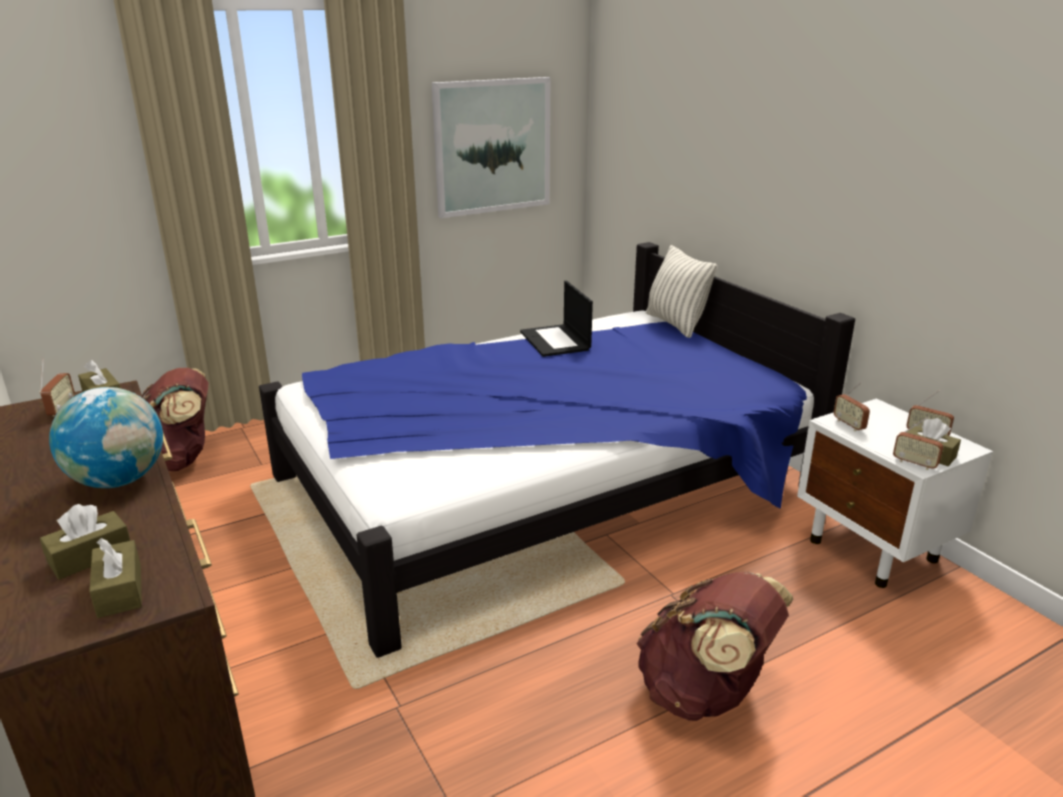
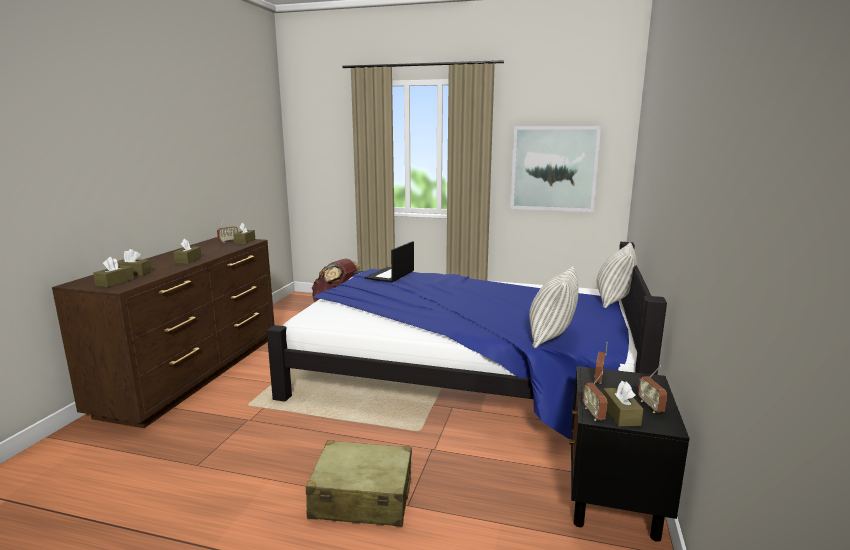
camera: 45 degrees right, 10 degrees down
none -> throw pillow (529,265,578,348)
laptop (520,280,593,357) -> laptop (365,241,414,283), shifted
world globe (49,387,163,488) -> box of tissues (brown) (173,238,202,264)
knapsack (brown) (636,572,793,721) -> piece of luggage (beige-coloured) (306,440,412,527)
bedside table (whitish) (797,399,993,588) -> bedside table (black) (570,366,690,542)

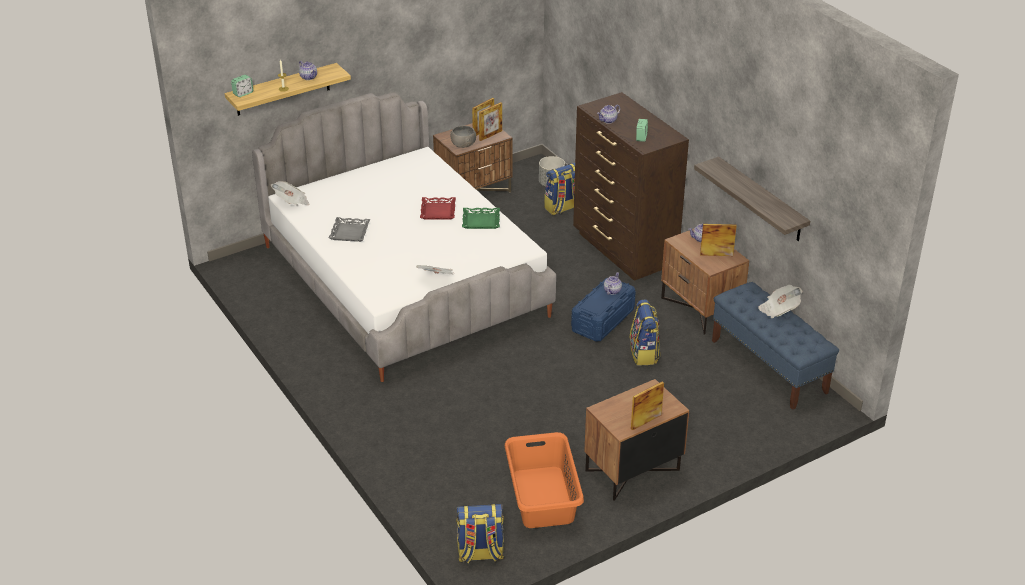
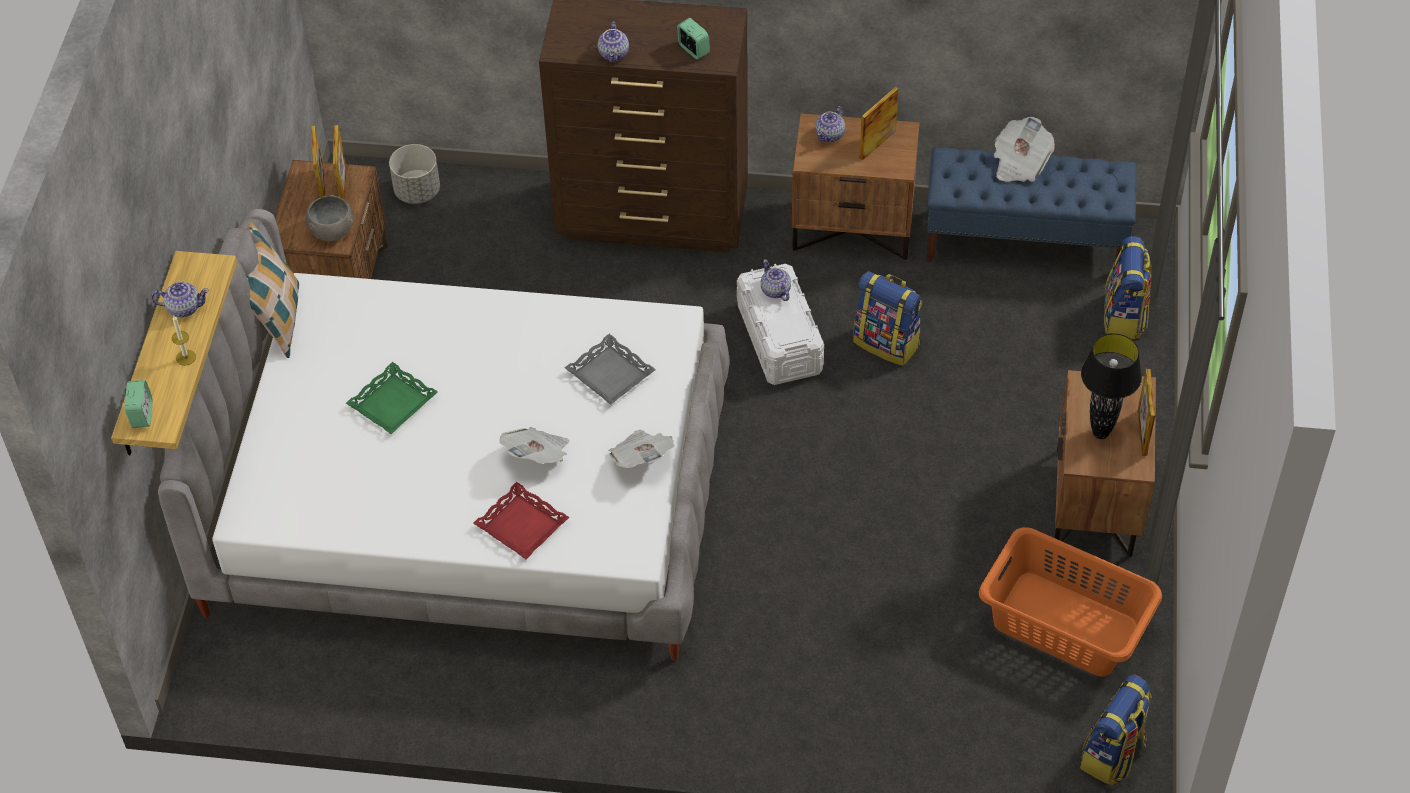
camera: 50 degrees left, 15 degrees up
shelf (694,156,810,241) -> none
none -> throw pillow (246,222,299,358)
none -> tabletop lamp (black) (1081,333,1142,439)
newspaper (271,181,310,205) -> newspaper (500,427,569,464), shifted
serving tray (greyish) (329,217,370,242) -> serving tray (greyish) (564,334,656,405), shifted
serving tray (red-coloured) (420,197,456,220) -> serving tray (red-coloured) (473,482,569,559), shifted
serving tray (green) (462,208,500,229) -> serving tray (green) (346,362,438,434), shifted
knapsack (544,163,575,215) -> knapsack (1104,236,1152,339), shifted
storage bin (bluish) (571,278,636,342) -> storage bin (whitish) (737,264,824,385)

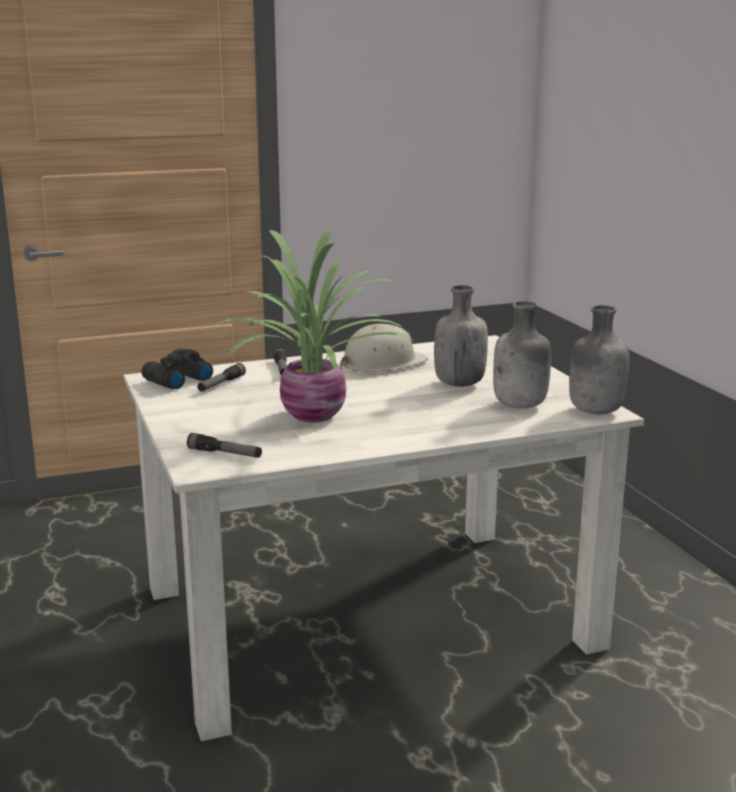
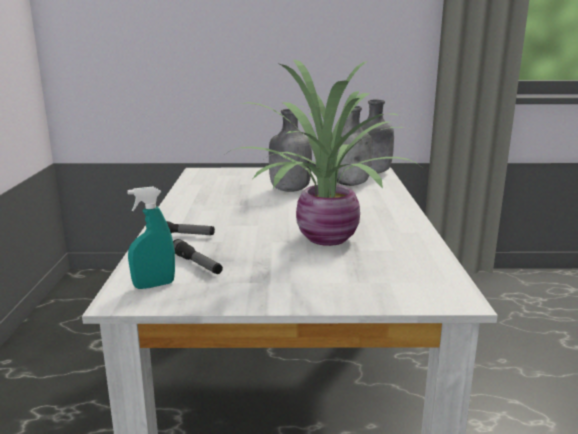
camera: 70 degrees left, 0 degrees up
flashlight (187,433,262,458) -> none
hard hat (whitish) (340,324,428,372) -> none
pair of binoculars (black) (141,349,213,389) -> hand sprayer (turquoise-coloured) (127,187,175,289)

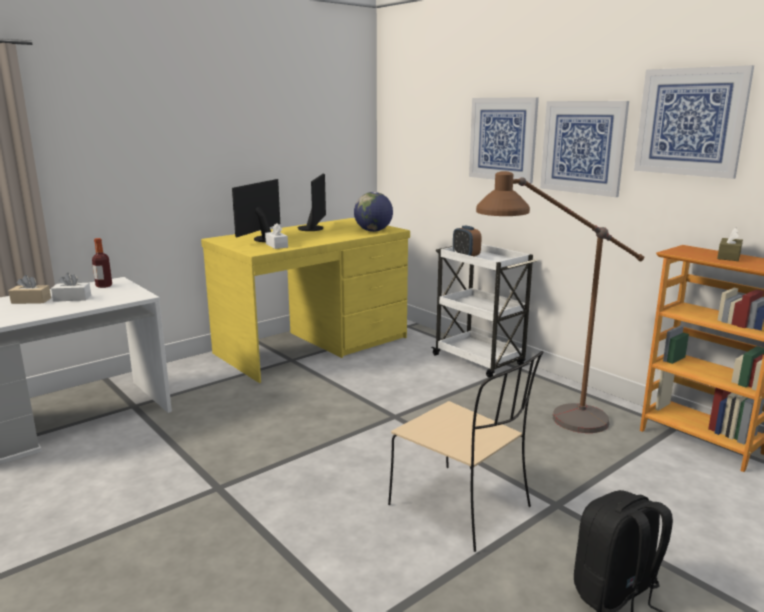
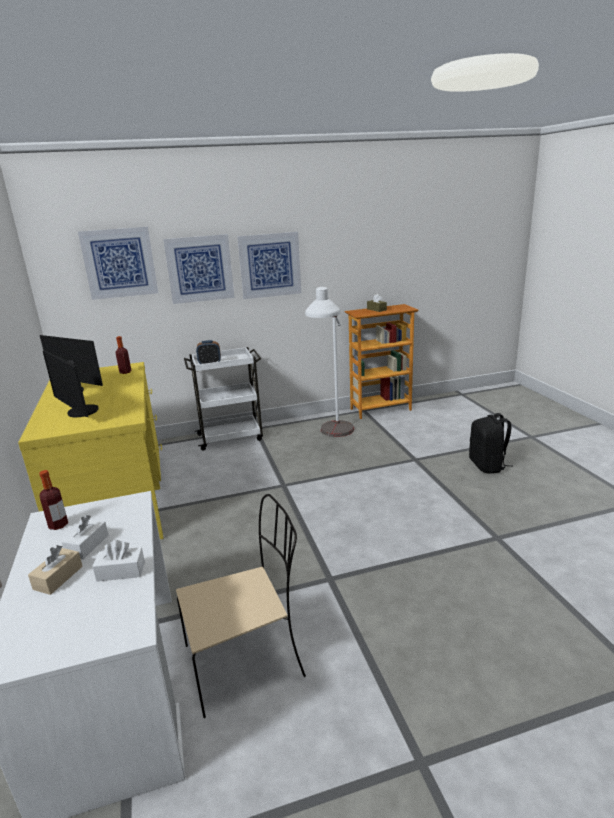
camera: 65 degrees left, 5 degrees up
box of tissues (whitish) (265,223,288,249) -> box of tissues (whitish) (92,540,145,582), shifted
plain chair (beige-coloured) (388,351,543,552) -> plain chair (beige-coloured) (176,494,306,718), shifted
wall art (634,65,754,179) -> wall art (78,227,158,300), shifted
world globe (354,192,393,232) -> drink bottle (116,336,131,374)
floor lamp (brown) (476,171,644,433) -> floor lamp (whitish) (305,287,354,437)

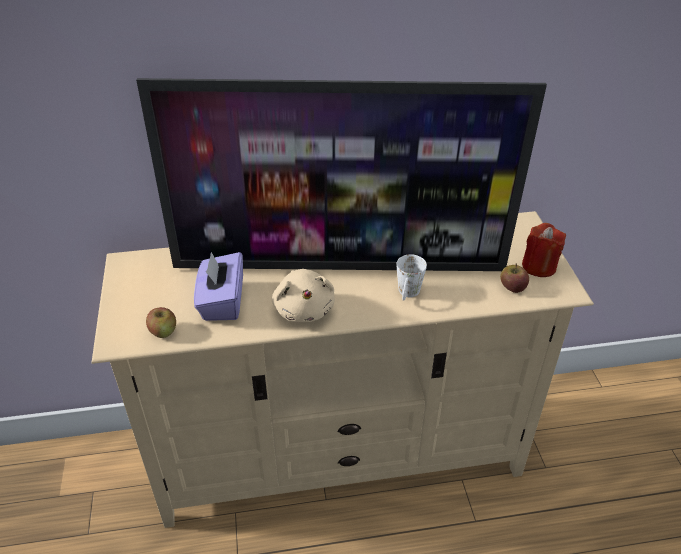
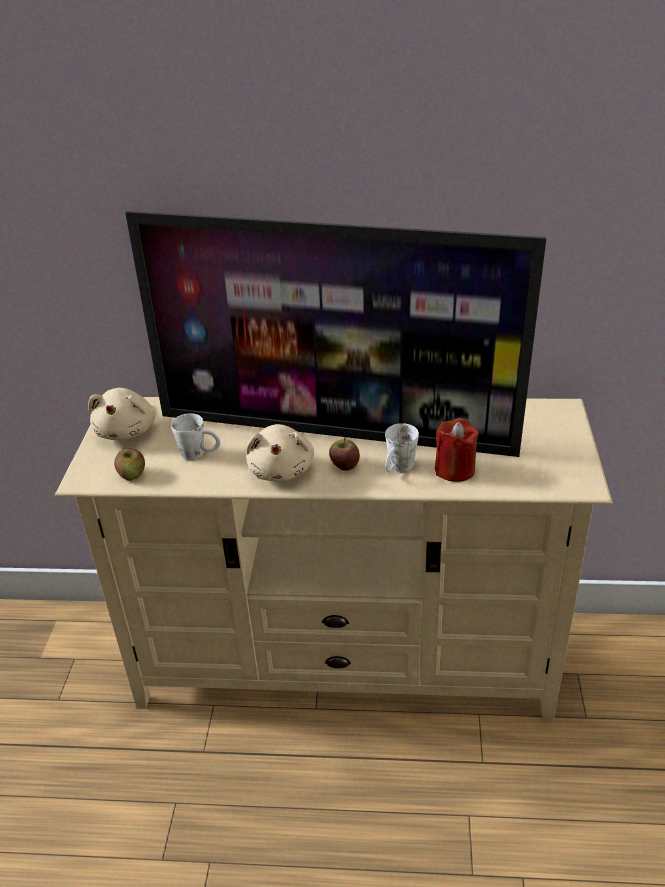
camera: 15 degrees right, 5 degrees down
none -> cuddly toy (beige-coloured) (88,388,156,441)
apple fruit (500,263,529,293) -> apple fruit (329,437,360,471), shifted
wax light (red-coloured) (522,223,566,277) -> wax light (red-coloured) (435,418,479,482), shifted
box of tissues (purple-coloured) (194,252,243,321) -> tea mug (whitish) (171,413,220,460)

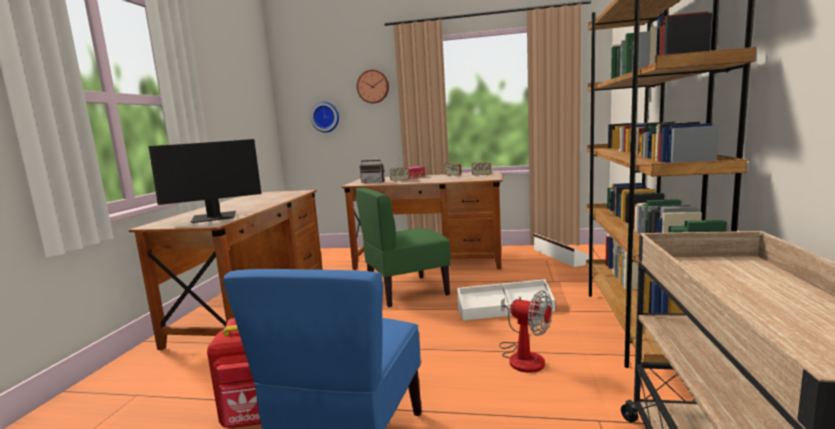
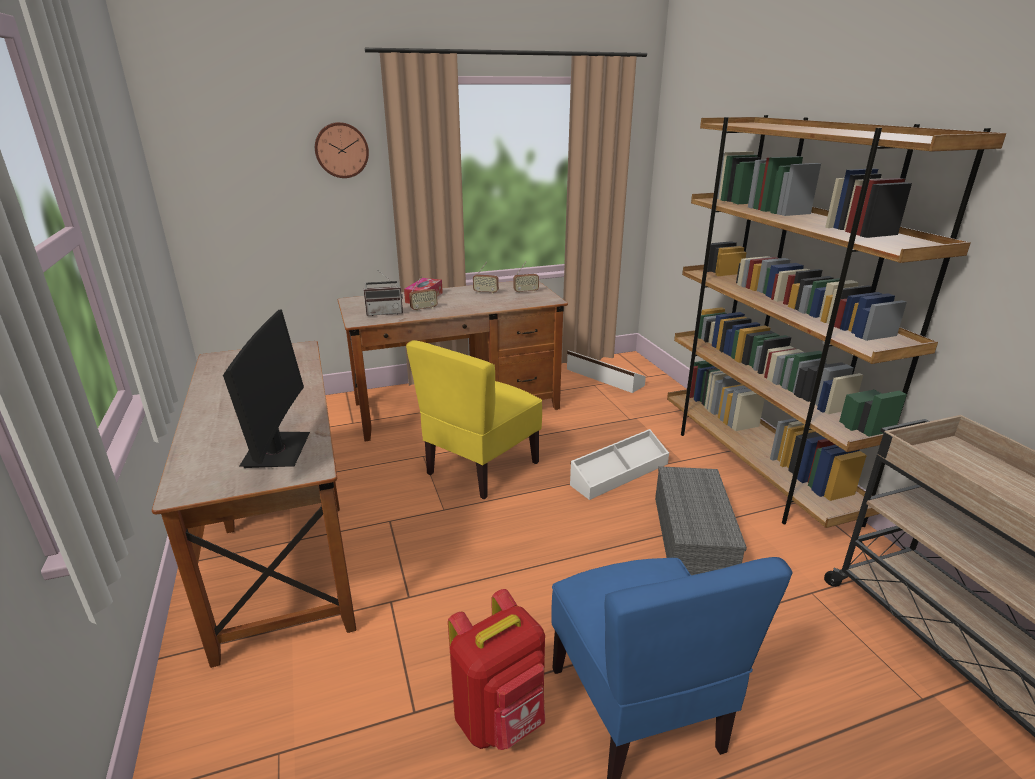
camera: 30 degrees left, 15 degrees up
clock on the wall (311,102,339,133) -> none
cooling fan (499,290,552,373) -> storage bin (greyish) (655,466,747,575)
plain chair (green) (355,188,450,308) -> plain chair (yellow) (406,340,542,499)
computer display (149,139,262,223) -> computer display (223,309,310,468), 45 degrees counterclockwise

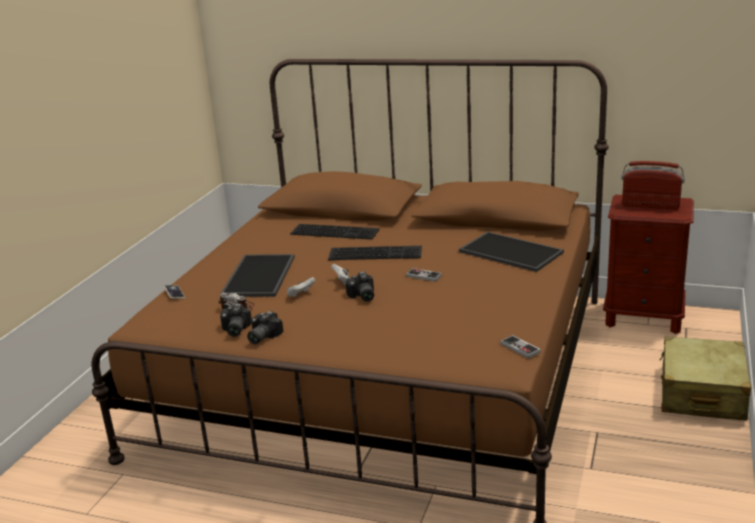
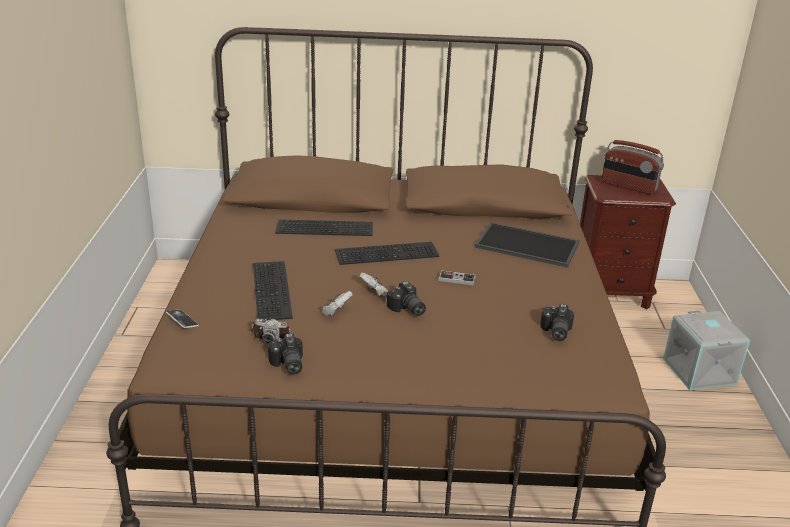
camera: 20 degrees left, 5 degrees up
game controller (500,335,541,359) -> none
still camera (247,311,284,344) -> still camera (540,304,574,341), shifted
serving tray (220,254,295,297) -> computer keyboard (253,261,293,321)
piece of luggage (beige-coloured) (660,336,751,421) -> storage bin (greyish) (663,311,750,390)
radio set (622,161,685,210) -> radio set (601,140,664,195), 150 degrees counterclockwise

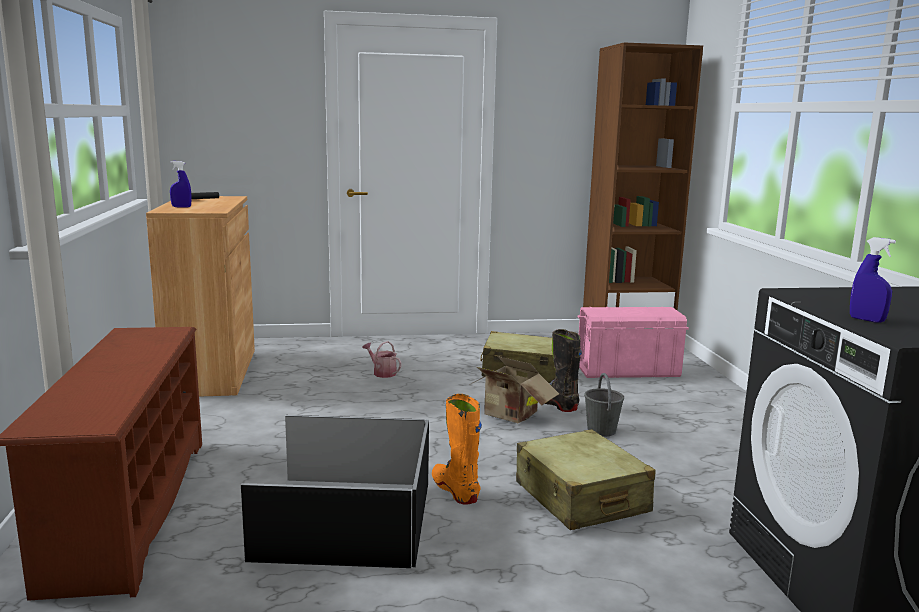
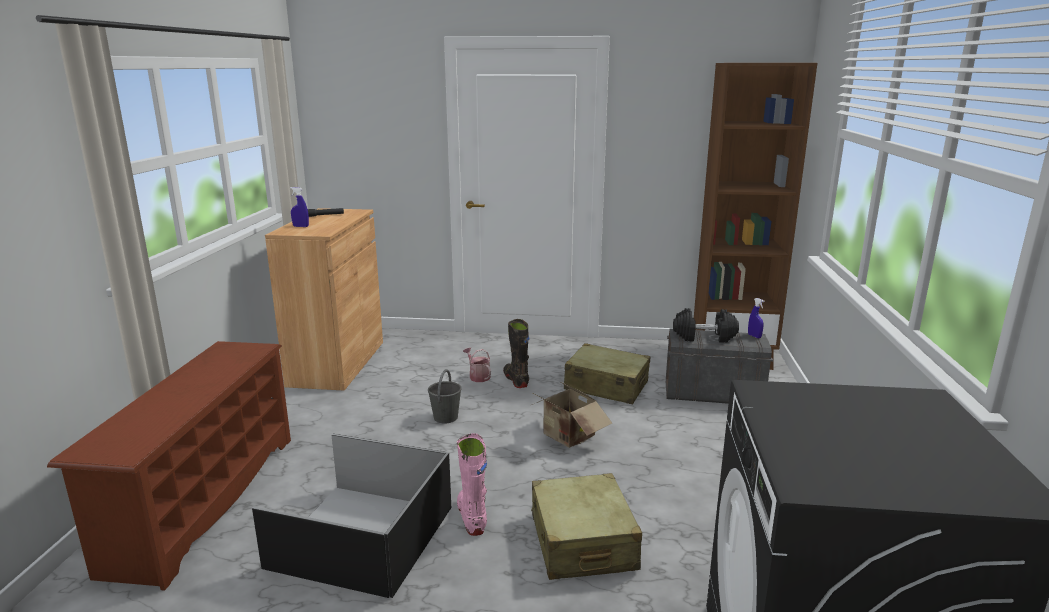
camera: 15 degrees right, 5 degrees up
none -> hand weight (black) (673,308,739,343)
high-top boot (black) (545,329,582,412) -> high-top boot (black) (503,319,530,388), shifted
pail (greyish) (584,373,624,437) -> pail (greyish) (428,369,462,424), shifted
hand sprayer (bluish) (850,237,896,323) -> hand sprayer (bluish) (748,298,765,338), shifted
high-top boot (orangey) (432,394,482,505) -> high-top boot (pinkish) (457,433,487,536)
storage bin (pinkish) (578,307,689,378) -> storage bin (greyish) (666,328,773,404)

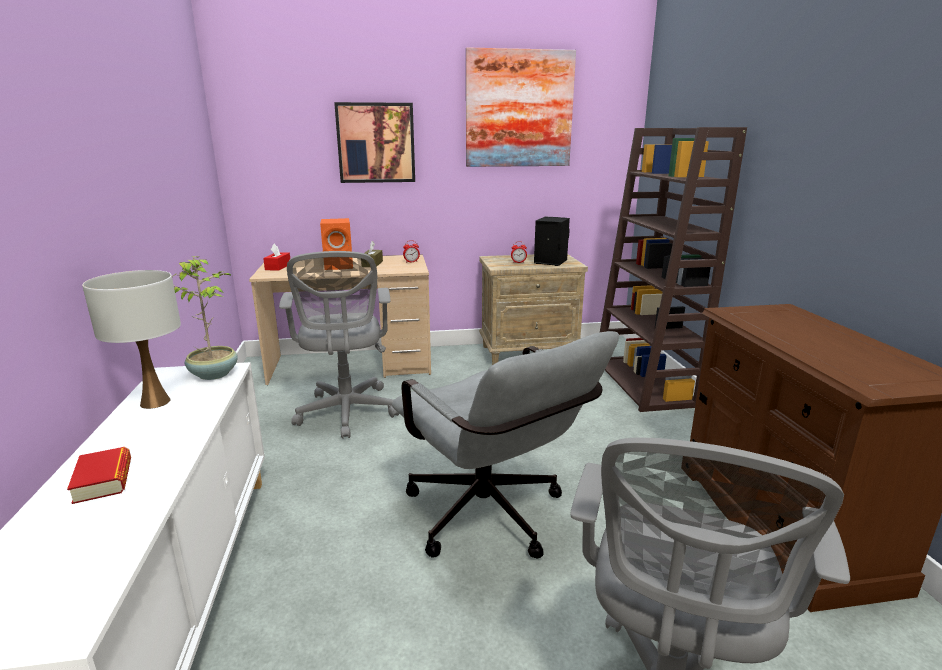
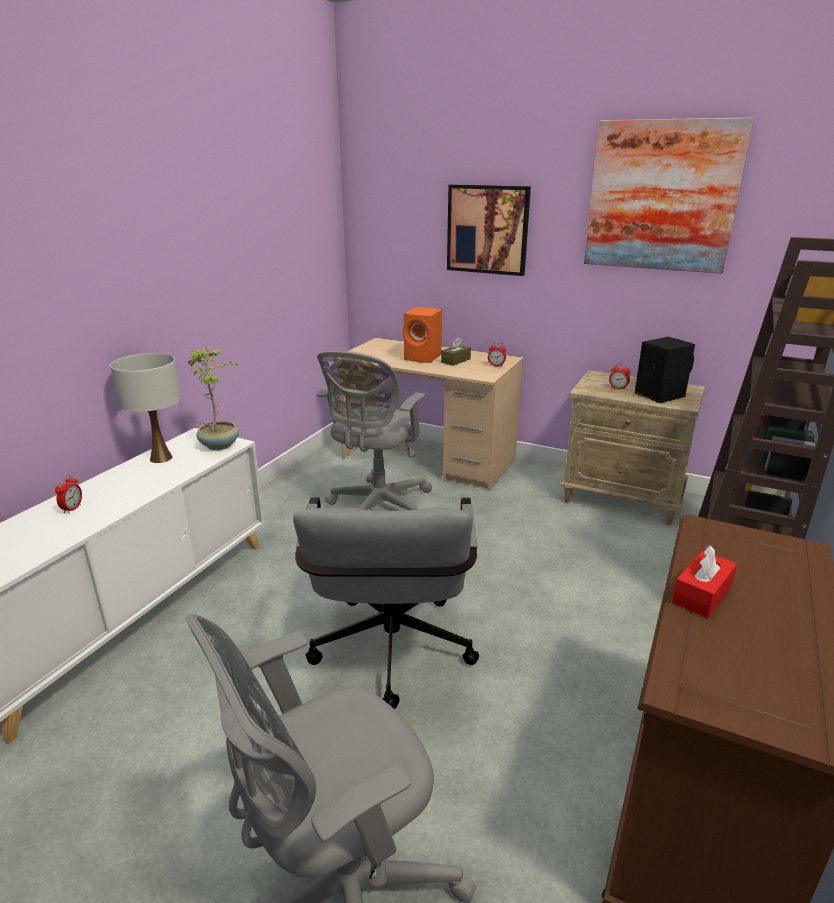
camera: 35 degrees right, 5 degrees up
box of tissues (red-coloured) (263,243,290,271) -> box of tissues (red-coloured) (672,545,737,618), shifted
bound book (67,447,131,504) -> bedside clock (55,475,82,514)

